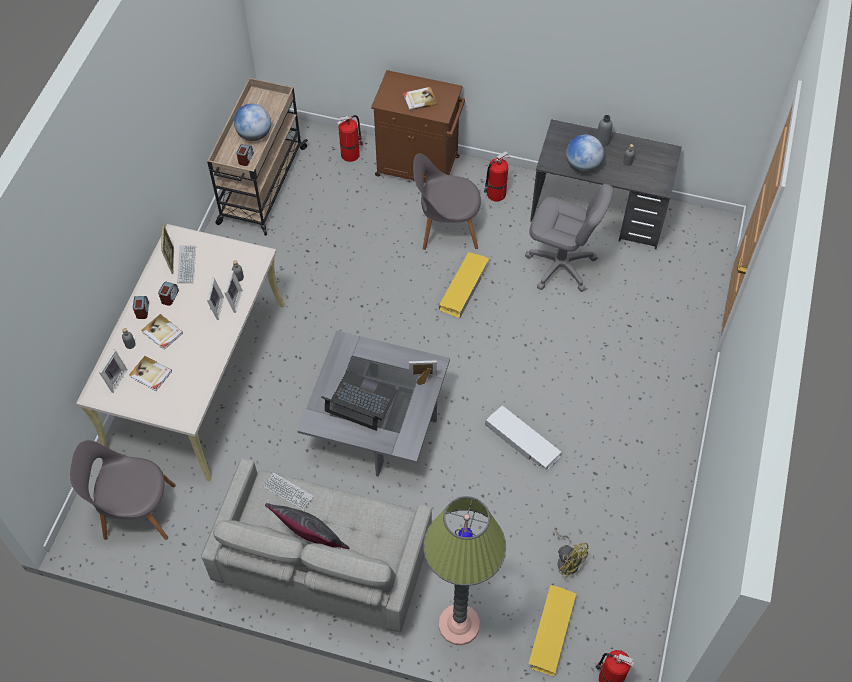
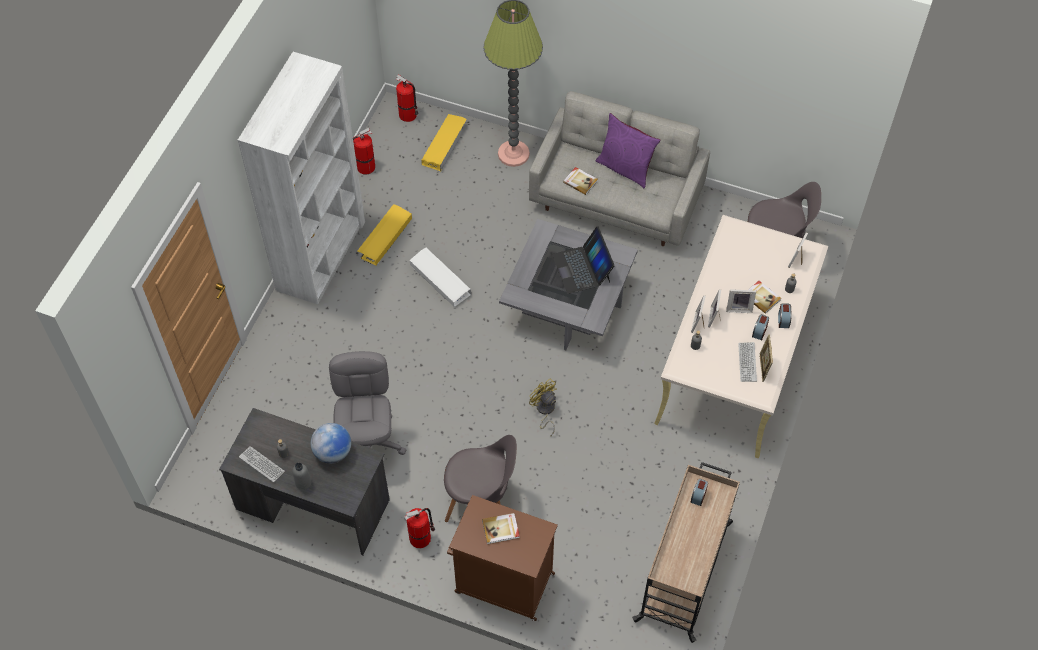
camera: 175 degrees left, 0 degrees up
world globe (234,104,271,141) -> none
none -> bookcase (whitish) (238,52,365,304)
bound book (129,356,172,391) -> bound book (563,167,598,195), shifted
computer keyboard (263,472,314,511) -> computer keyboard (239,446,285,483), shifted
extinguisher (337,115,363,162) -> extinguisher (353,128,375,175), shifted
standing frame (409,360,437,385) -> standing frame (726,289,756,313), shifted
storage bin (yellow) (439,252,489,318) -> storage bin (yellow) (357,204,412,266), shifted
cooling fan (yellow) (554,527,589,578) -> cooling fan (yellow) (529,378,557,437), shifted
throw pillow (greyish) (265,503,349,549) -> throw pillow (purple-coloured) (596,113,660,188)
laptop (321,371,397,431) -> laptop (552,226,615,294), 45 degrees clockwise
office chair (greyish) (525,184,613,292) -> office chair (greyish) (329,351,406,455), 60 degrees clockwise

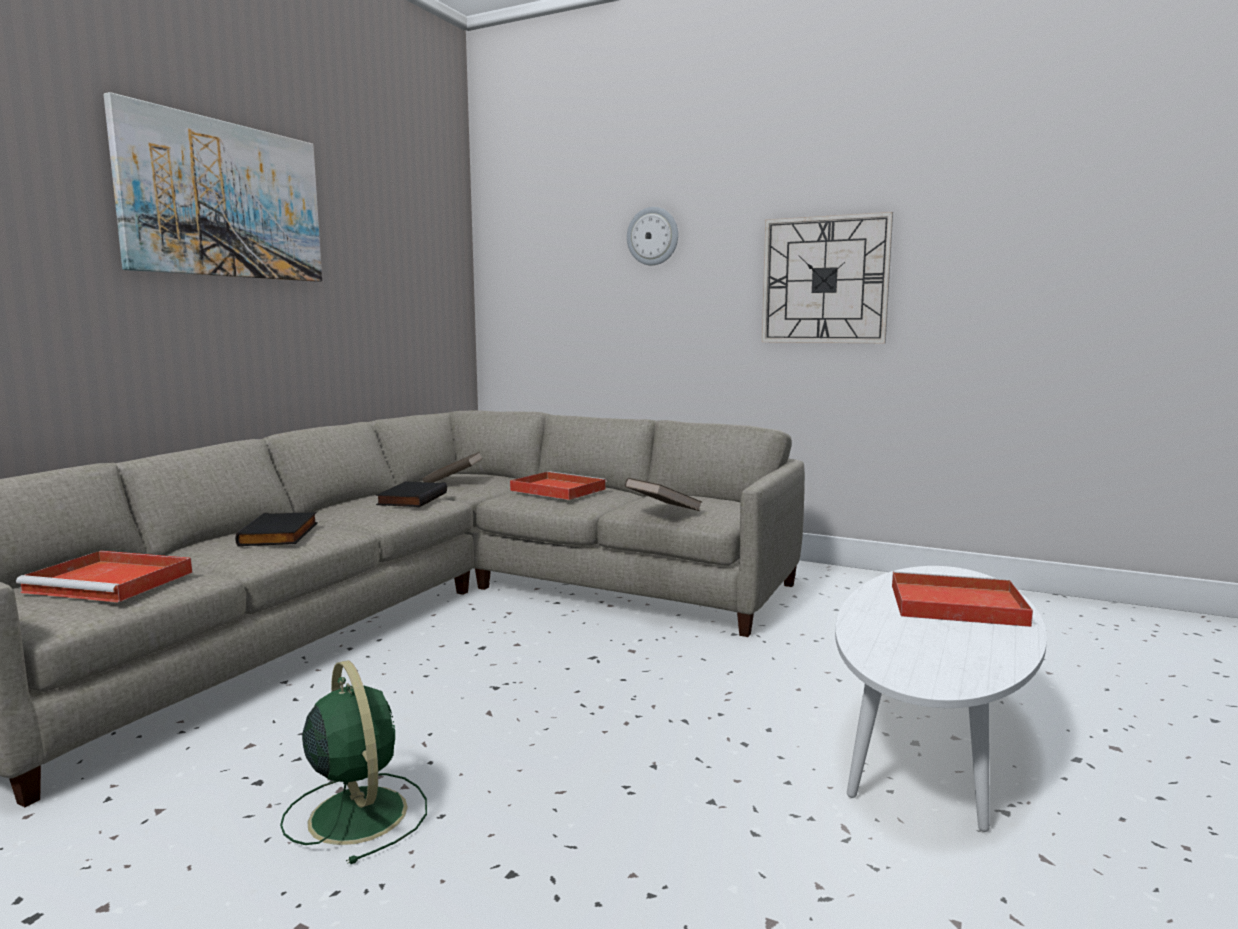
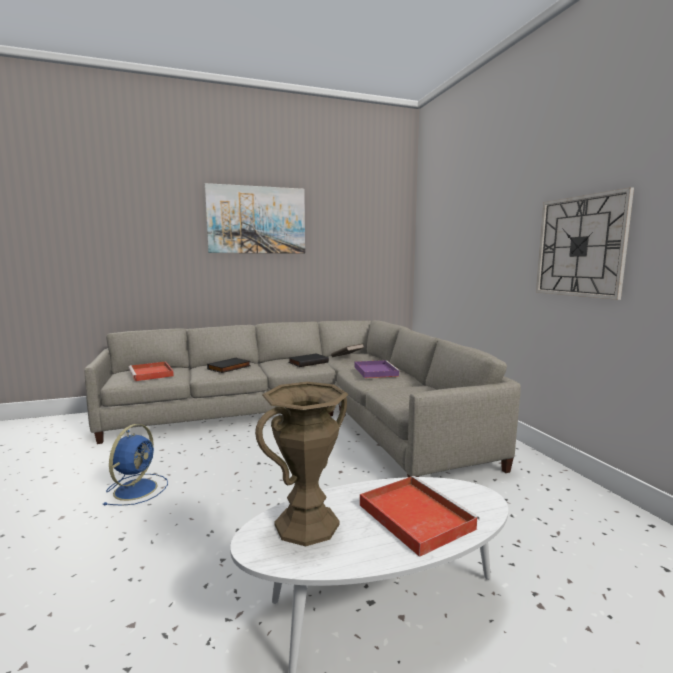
camera: 45 degrees right, 0 degrees up
bound book (brown) (625,478,702,511) -> none
clock on the wall (627,207,678,265) -> none
none -> decorative vase (brown) (255,382,348,547)
cooling fan (green) (280,660,427,864) -> cooling fan (bluish) (103,424,168,506)
serving tray (red-coloured) (510,471,607,500) -> serving tray (purple-coloured) (355,360,401,378)

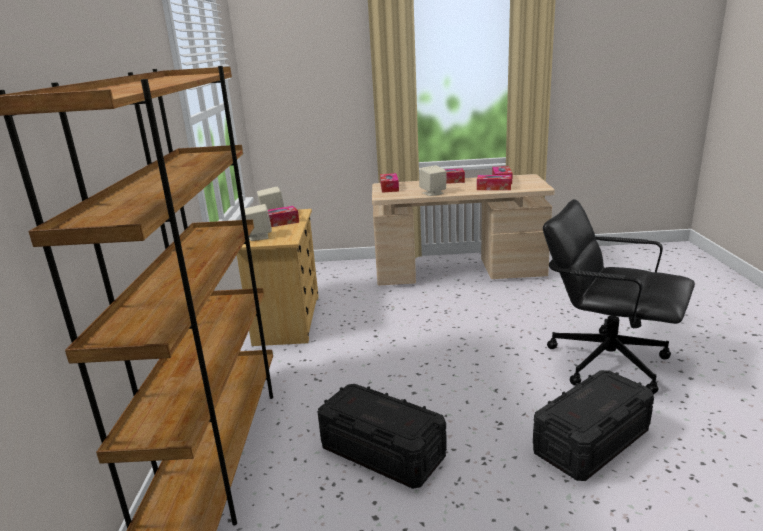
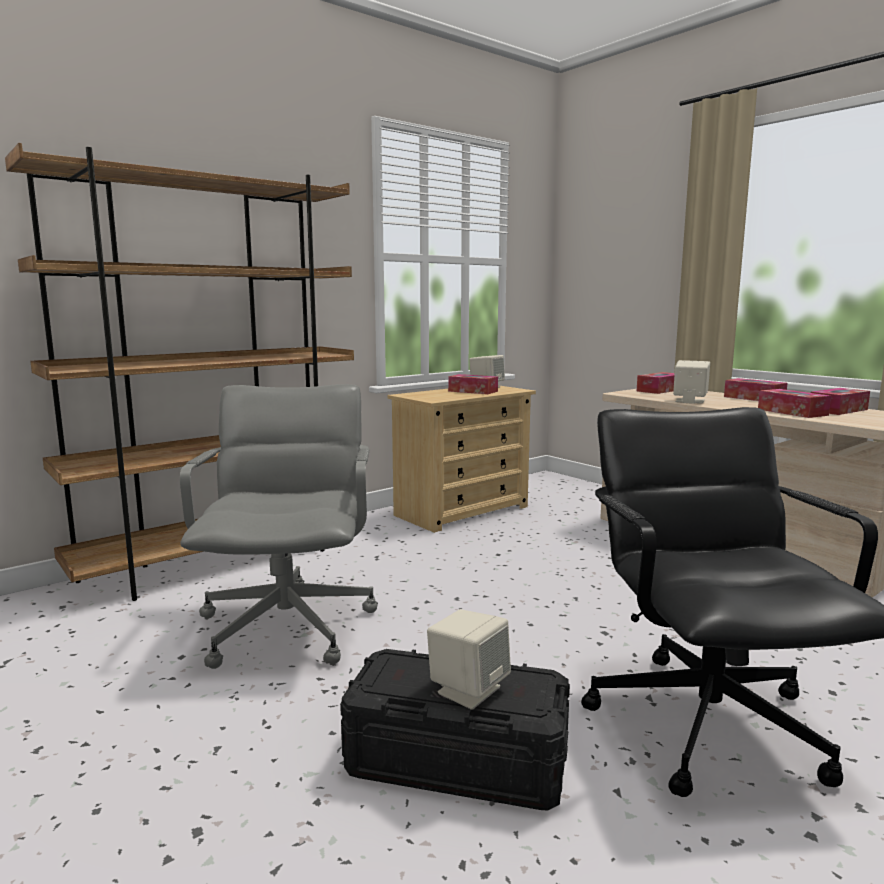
camera: 50 degrees right, 10 degrees down
loudspeaker (beige-coloured) (244,204,272,241) -> loudspeaker (beige-coloured) (427,609,511,710), shifted
storage bin (black) (317,384,447,489) -> office chair (greyish) (180,384,378,669)

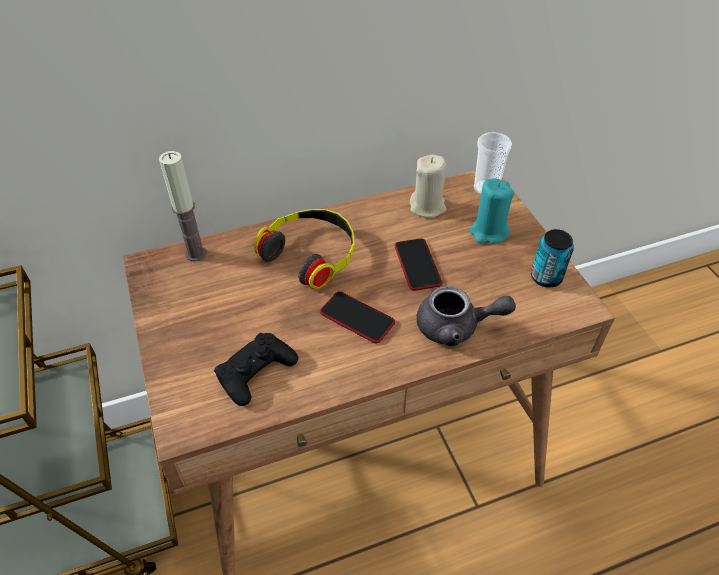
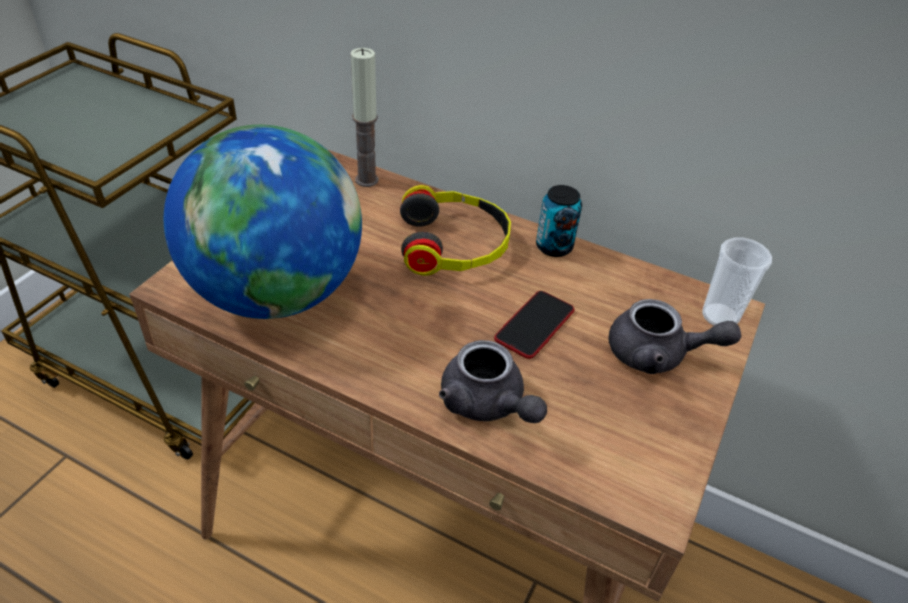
camera: 45 degrees right, 5 degrees down
handset (320,291,395,343) -> none
wax light (beige-coloured) (410,155,446,218) -> none
sealed can (531,229,574,288) -> sealed can (536,185,582,257), shifted
game controller (black) (214,333,298,406) -> world globe (163,125,362,319)
wax light (turquoise-coloured) (469,178,514,244) -> tea pot (greyish) (608,299,741,374)

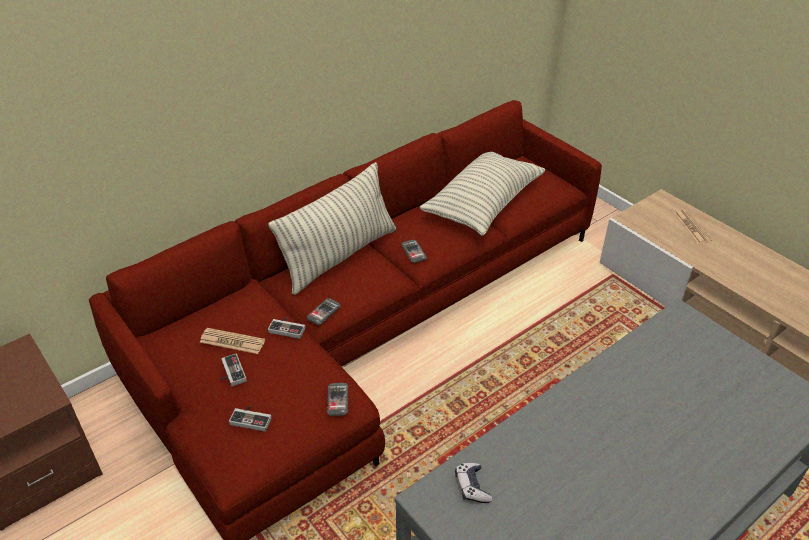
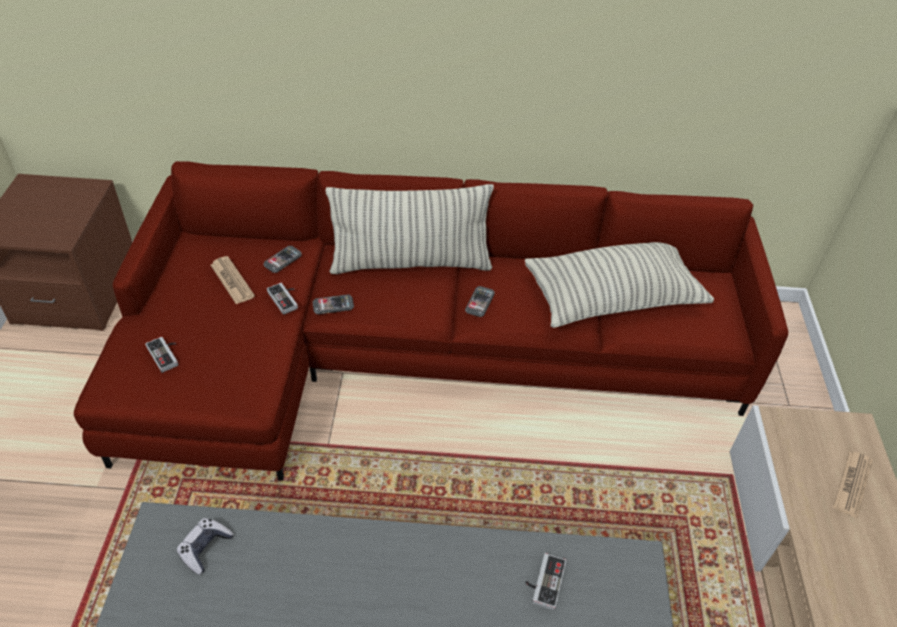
camera: 40 degrees right, 5 degrees up
game controller (220,353,247,386) -> game controller (525,553,567,610), shifted
handset (327,383,348,416) -> handset (264,246,302,273), shifted

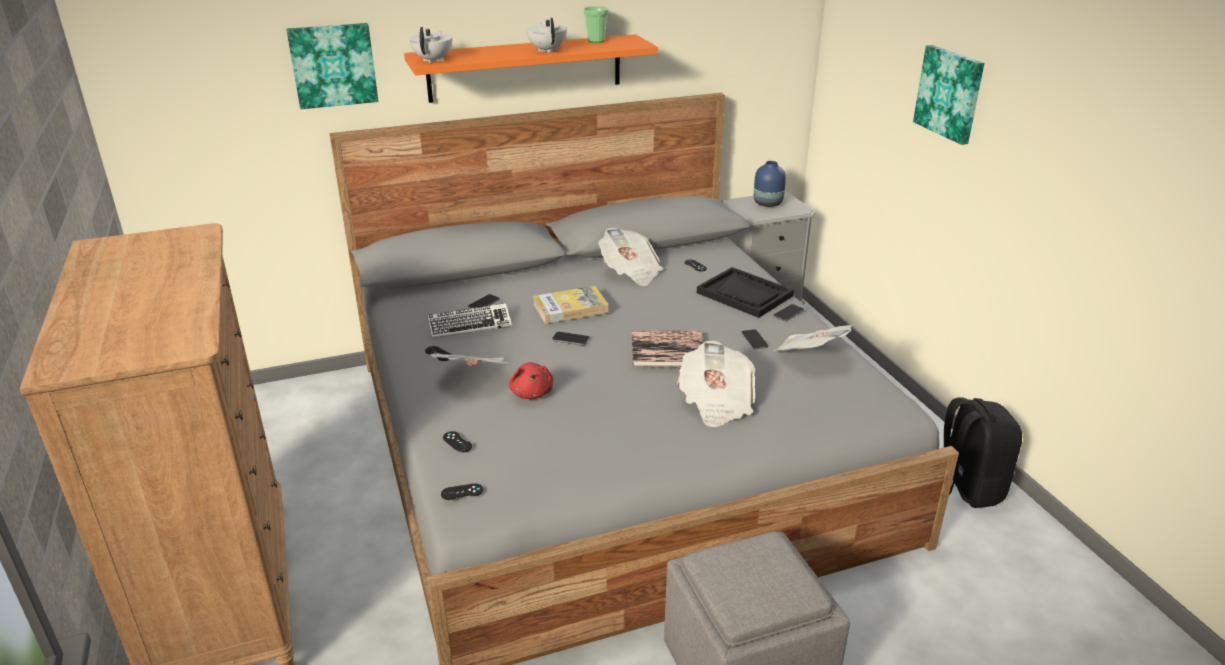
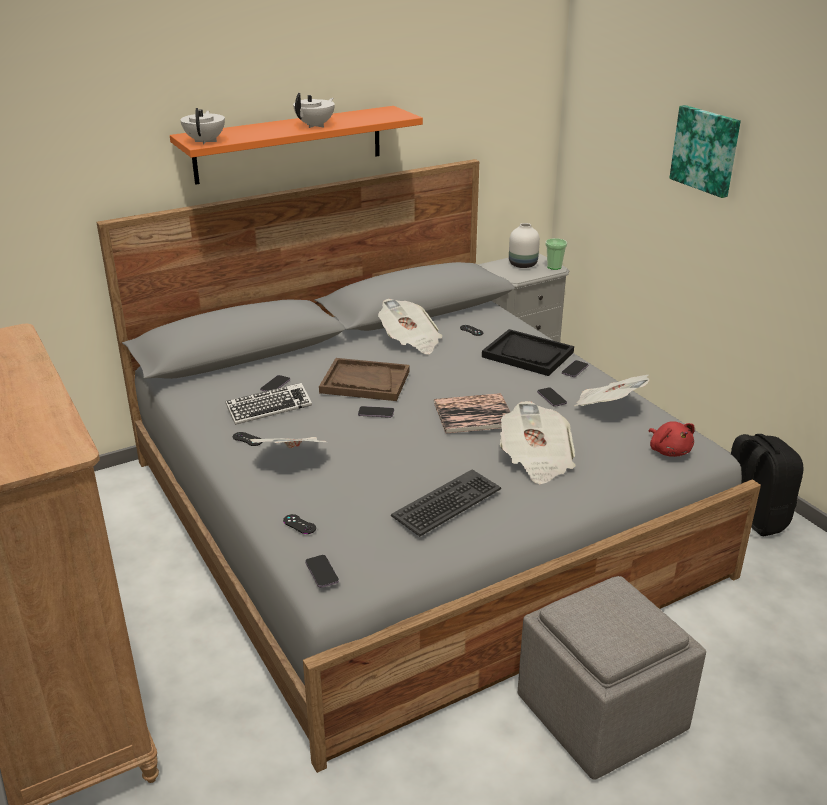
camera: 10 degrees left, 0 degrees up
wall art (286,23,378,109) -> none
none -> computer keyboard (391,469,501,536)
cuddly toy (red-coloured) (509,362,553,399) -> cuddly toy (red-coloured) (648,421,695,457), shifted
cup (583,6,609,43) -> cup (546,238,567,270), shifted
game controller (black) (441,483,483,500) -> handset (305,555,339,588)
bound book (533,286,609,324) -> serving tray (brown) (319,358,410,401)
decorative vase (bluish) (754,161,786,207) -> decorative vase (whitish) (509,223,540,268)
tea pot (whitish) (526,18,567,53) -> tea pot (whitish) (293,93,335,128), 60 degrees clockwise

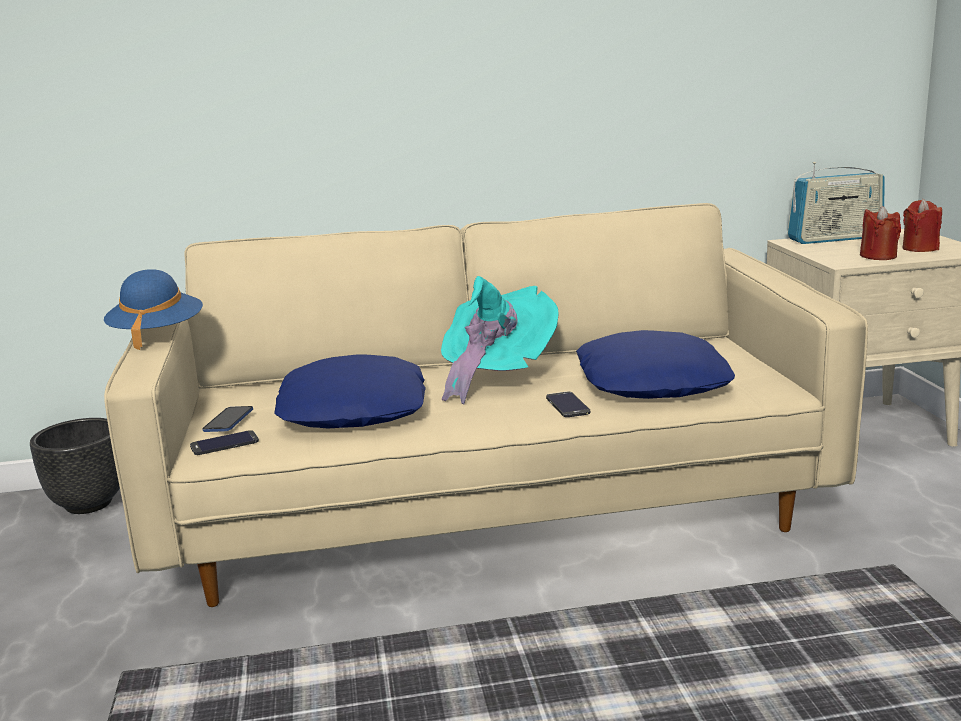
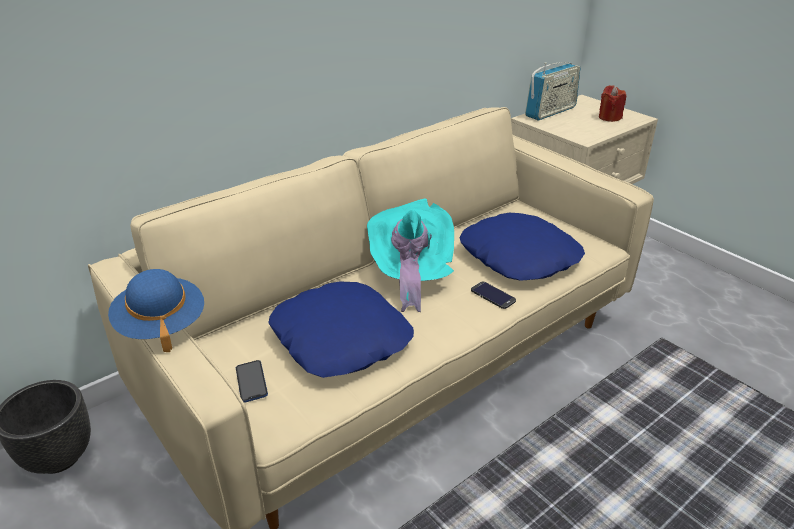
camera: 30 degrees left, 15 degrees up
handset (190,430,259,455) -> none
wax light (red-coloured) (860,206,901,260) -> none

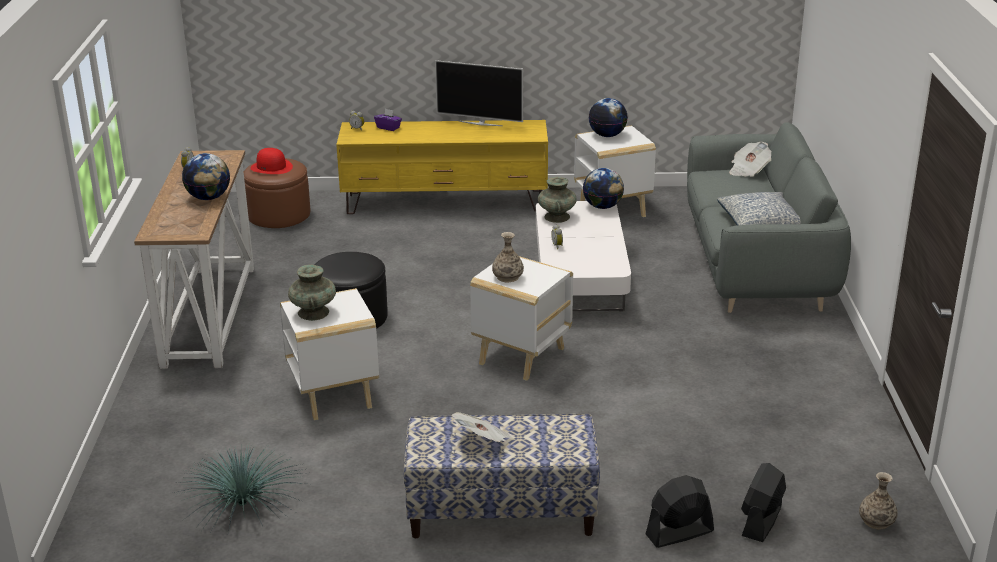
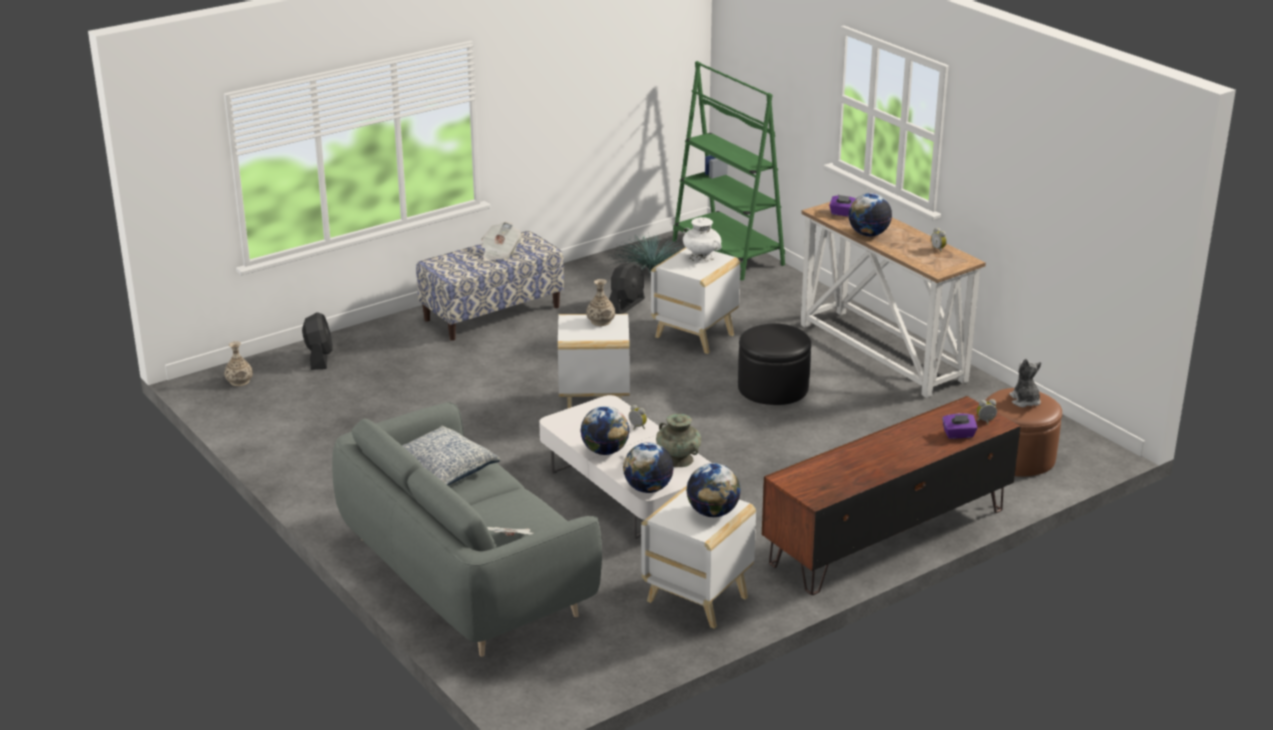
camera: 145 degrees right, 0 degrees up
TV (435,60,523,126) -> none
none -> world globe (580,406,629,455)
none -> bookcase (green) (673,61,785,281)
none -> box of tissues (purple-coloured) (829,195,856,217)
cooling fan (black) (646,475,714,548) -> cooling fan (black) (609,262,645,314), shifted
hat (red-coloured) (250,148,293,174) -> cuddly toy (1009,359,1042,407)
decorative vase (turquoise-coloured) (288,265,336,321) -> decorative vase (whitish) (683,217,722,263)
tv stand (yellow) (336,120,548,214) -> tv stand (brown) (762,396,1021,595)

